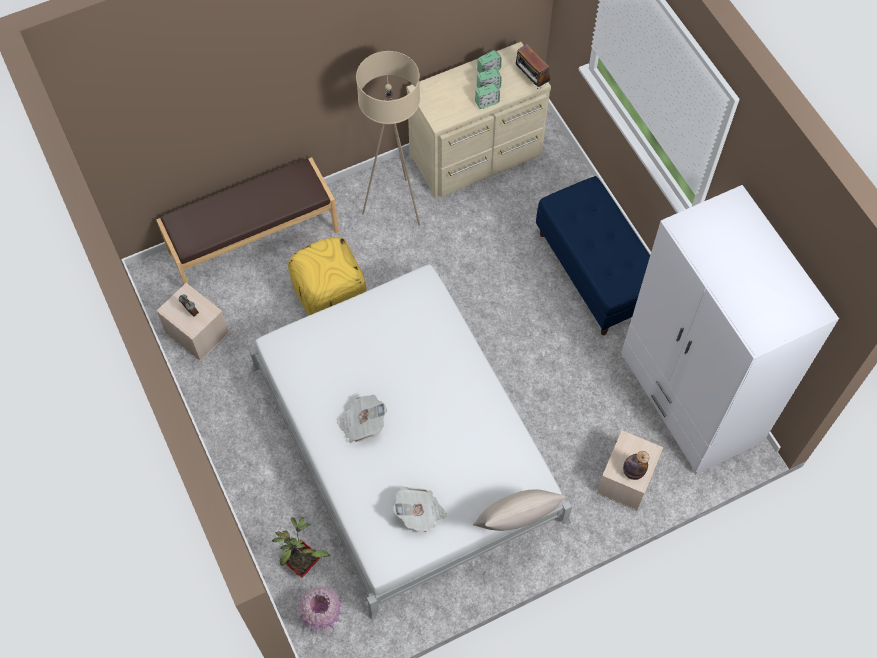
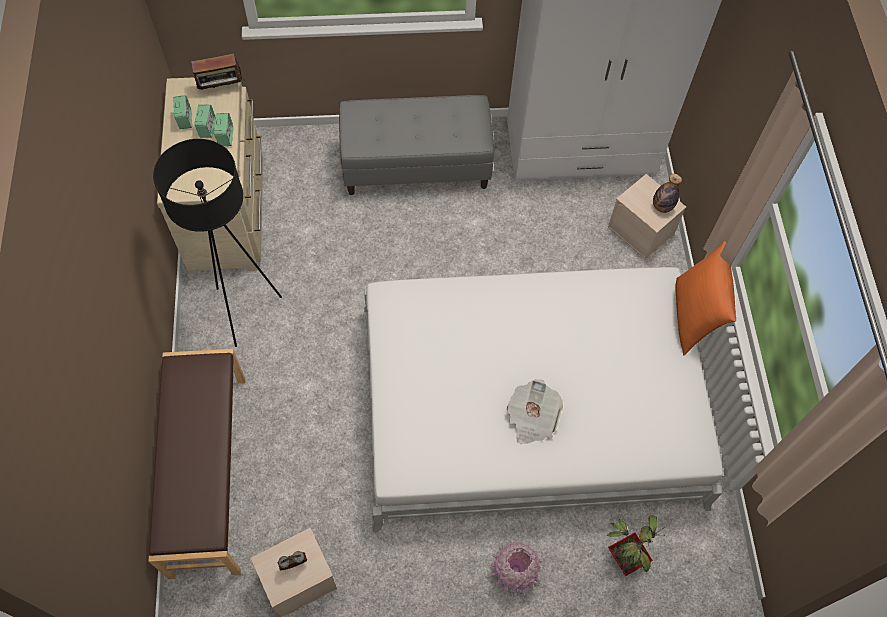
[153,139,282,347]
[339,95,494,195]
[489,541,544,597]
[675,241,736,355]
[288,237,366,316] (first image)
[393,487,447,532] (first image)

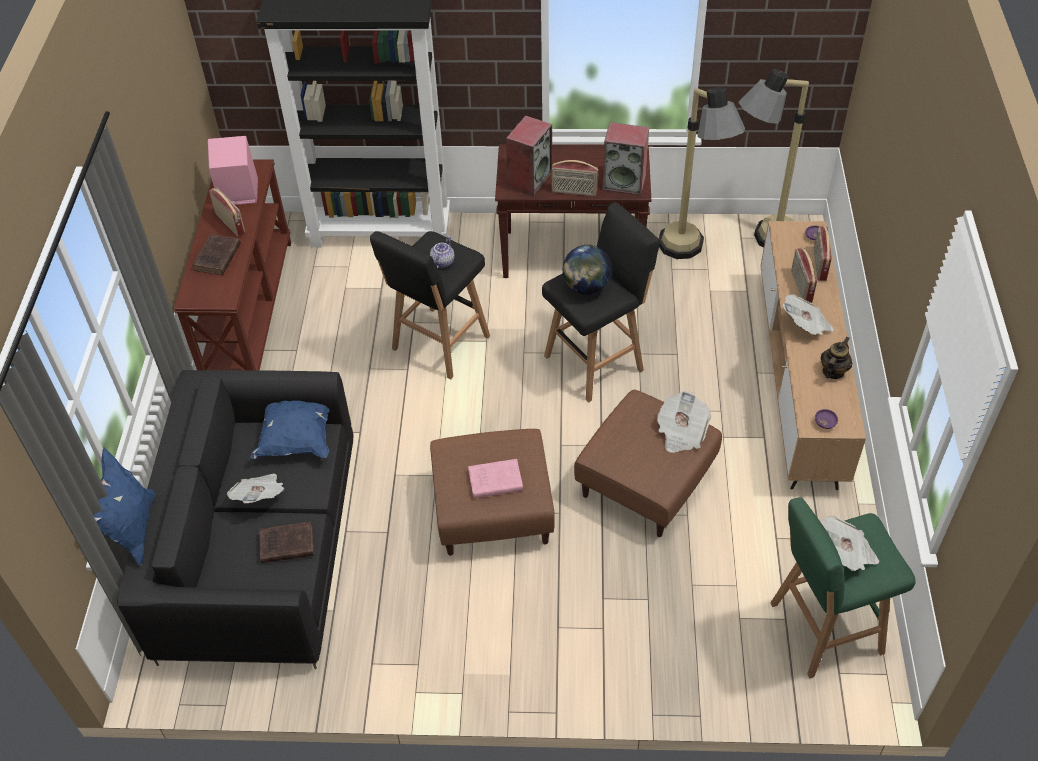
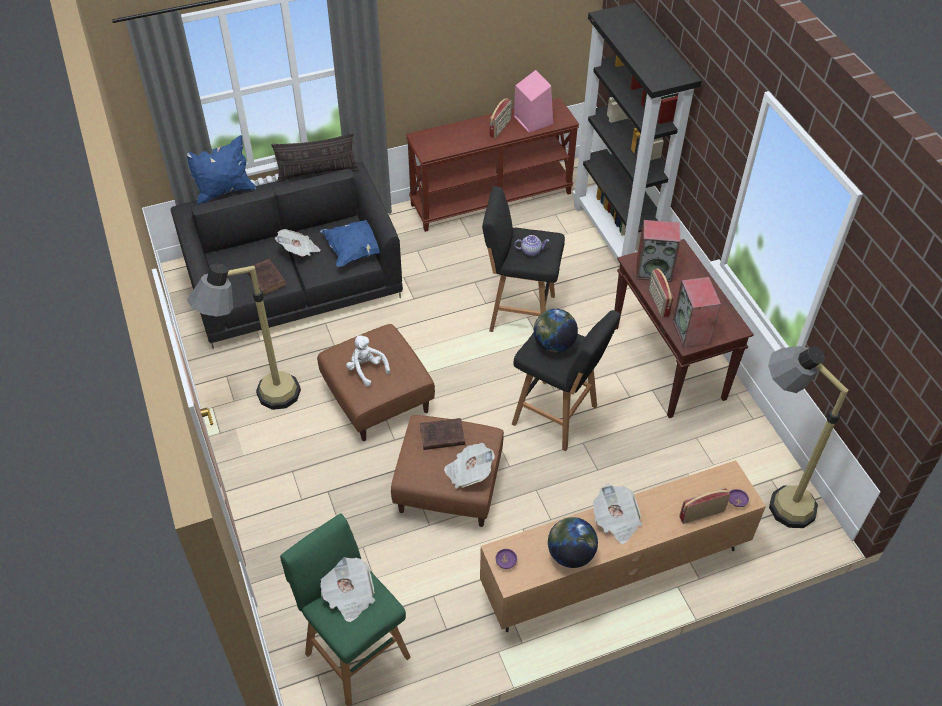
[187,263,301,410]
[271,133,359,182]
[346,335,390,387]
[420,418,465,450]
[548,517,598,568]
[791,248,817,303] (first image)

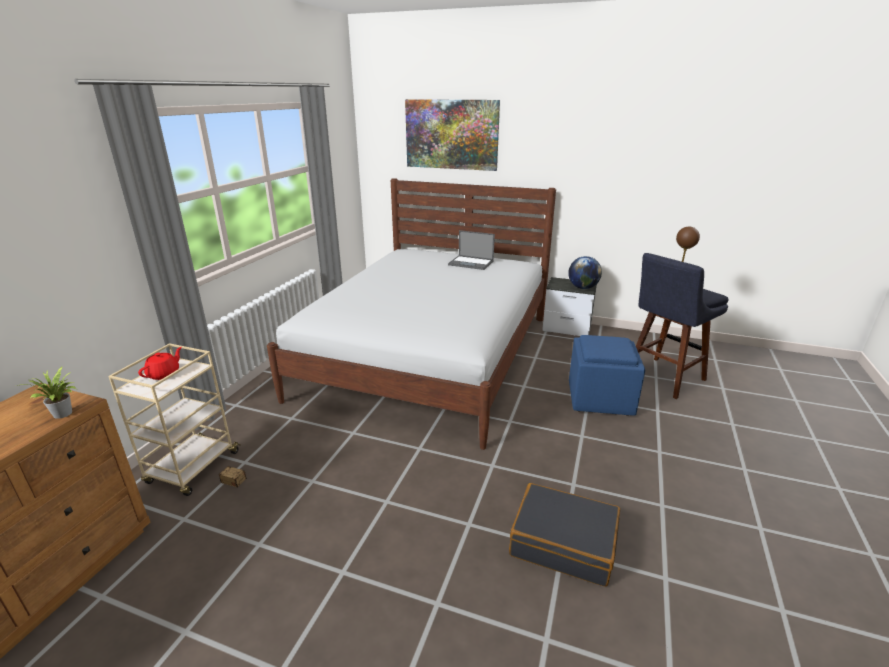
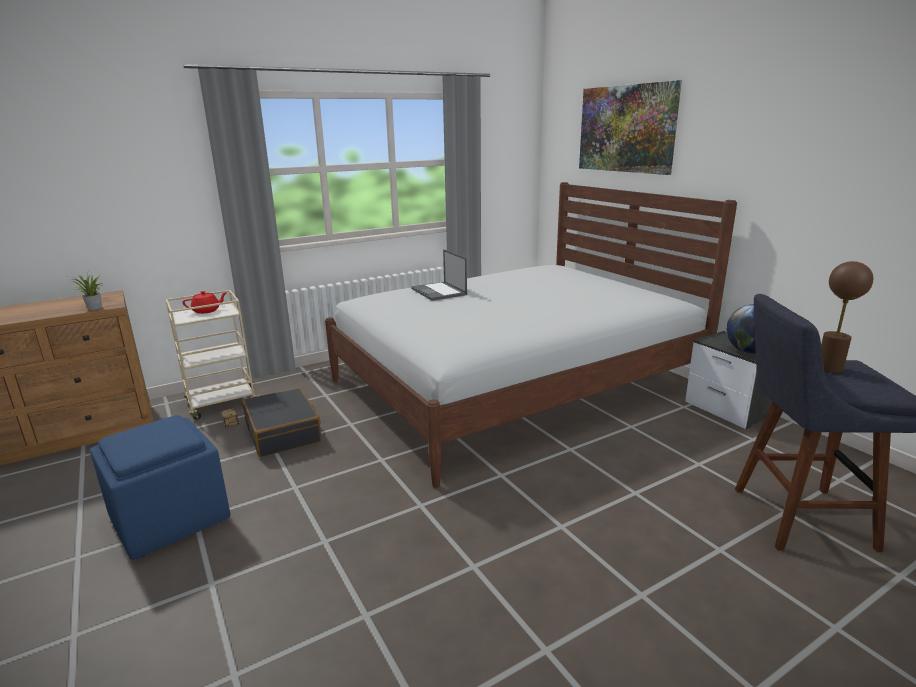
[90,415,231,560]
[242,388,322,457]
[411,249,467,301]

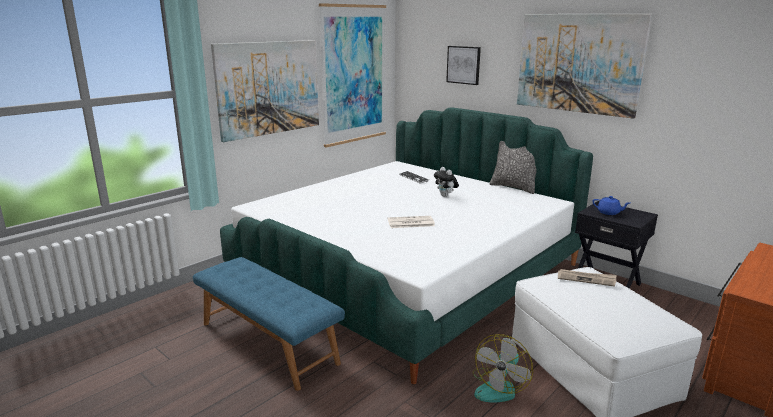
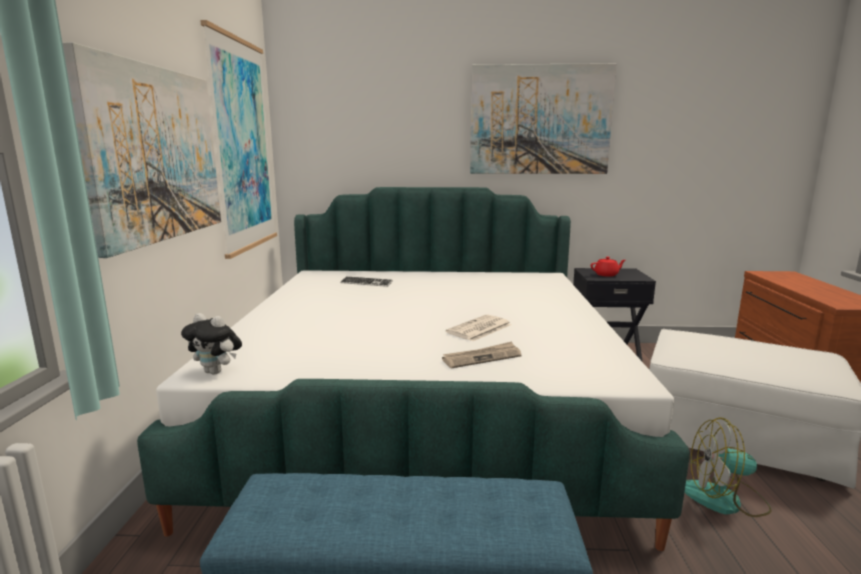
[181,313,242,375]
[442,341,521,368]
[591,257,625,277]
[684,418,772,517]
[446,46,481,85] (first image)
[489,141,536,194] (first image)

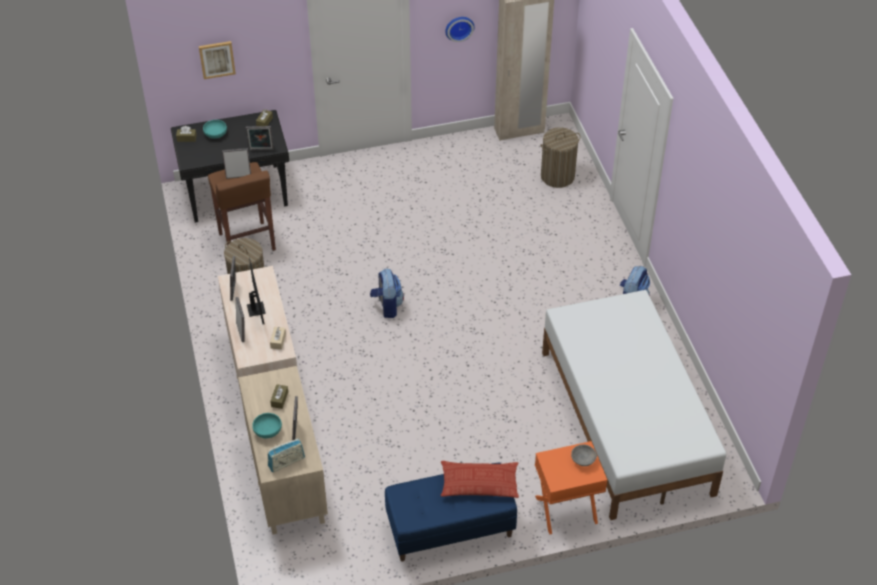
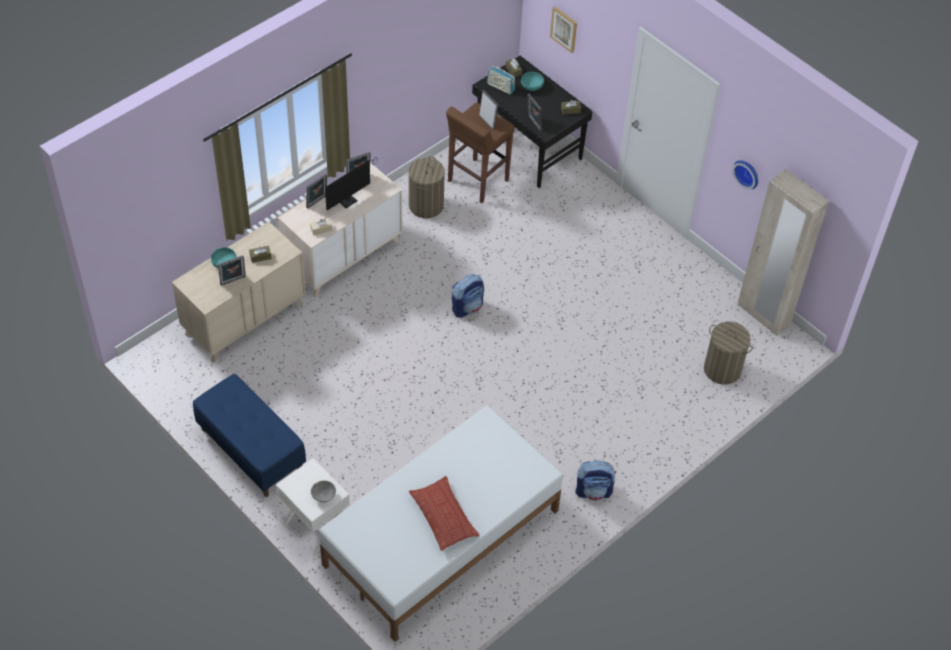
[276,458,350,557]
[409,476,480,551]
[487,66,515,94]

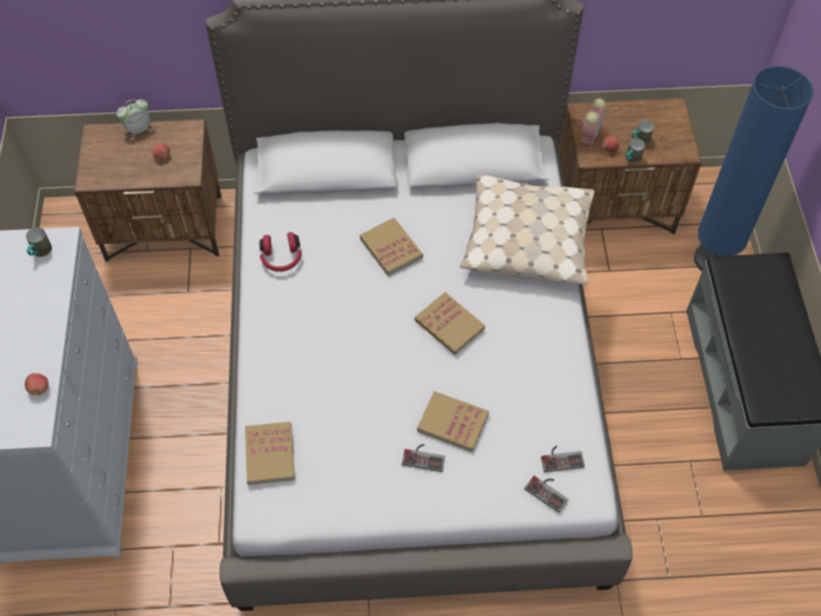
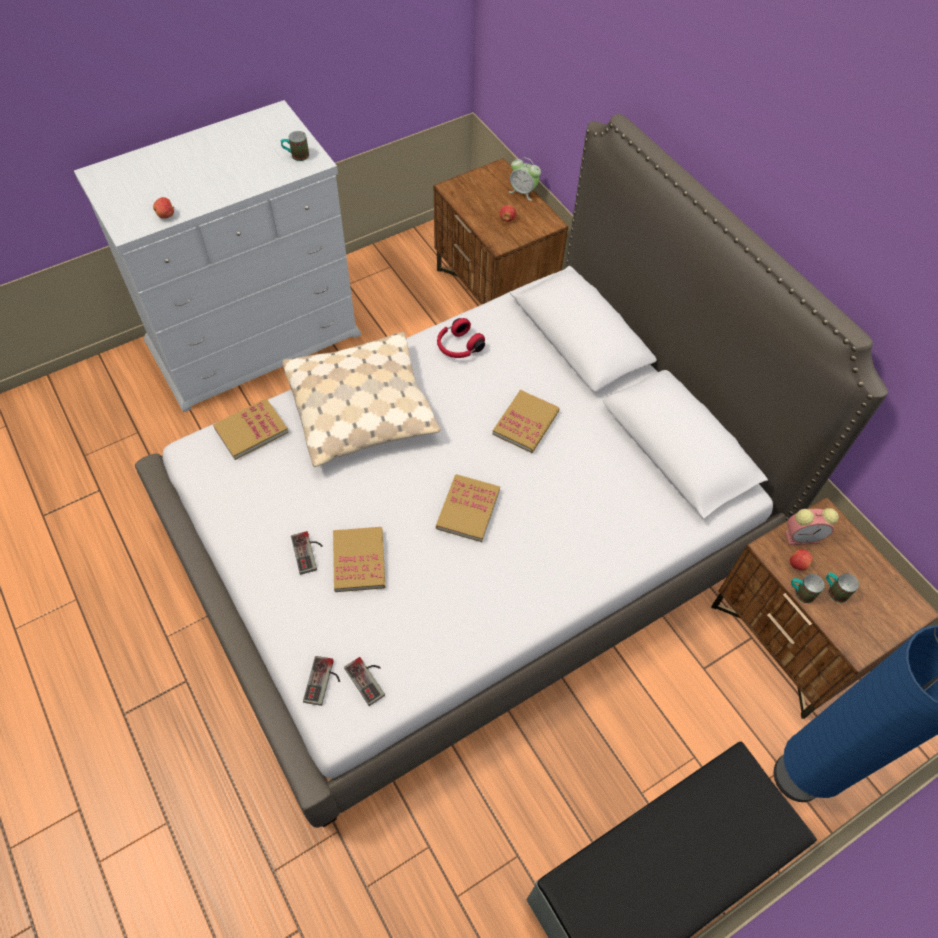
[283,332,441,467]

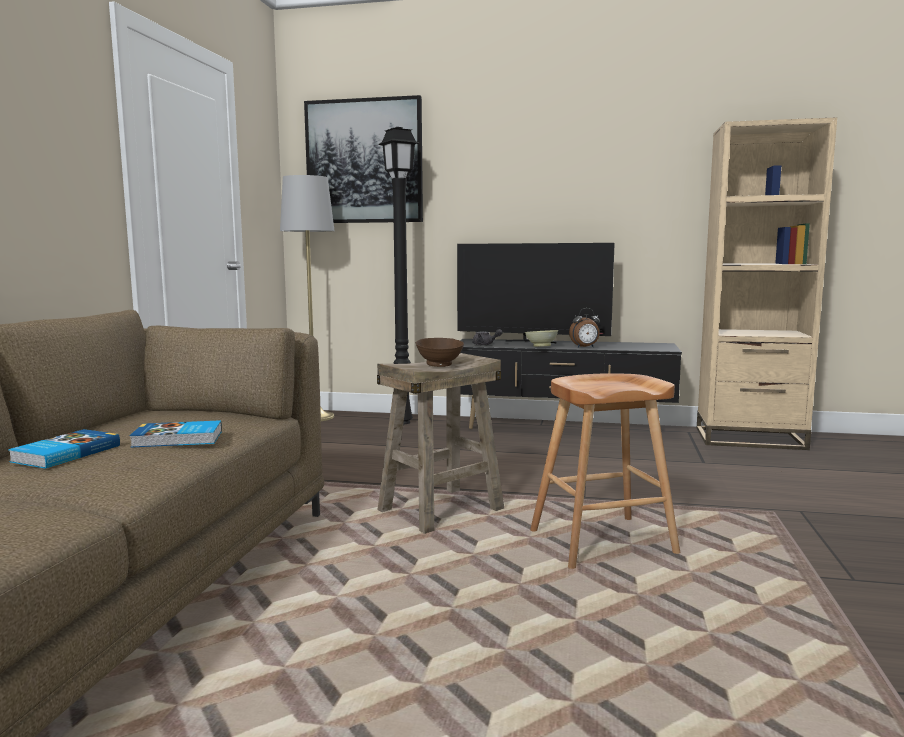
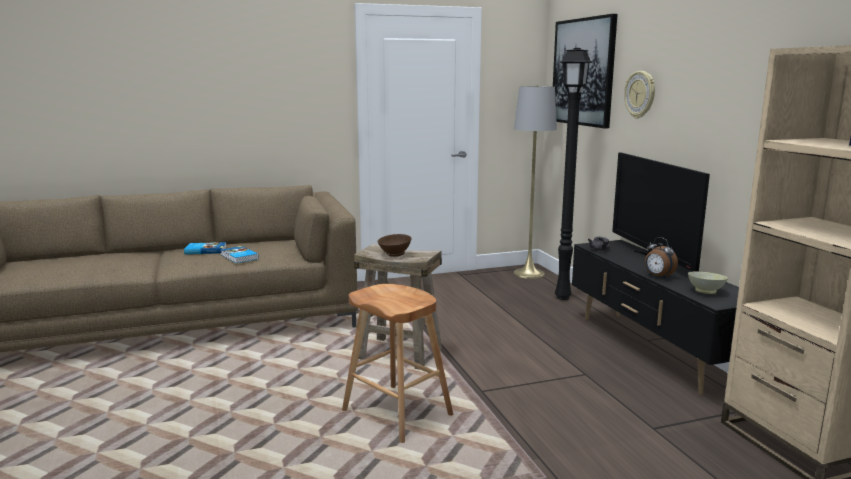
[624,71,655,118]
[688,271,728,294]

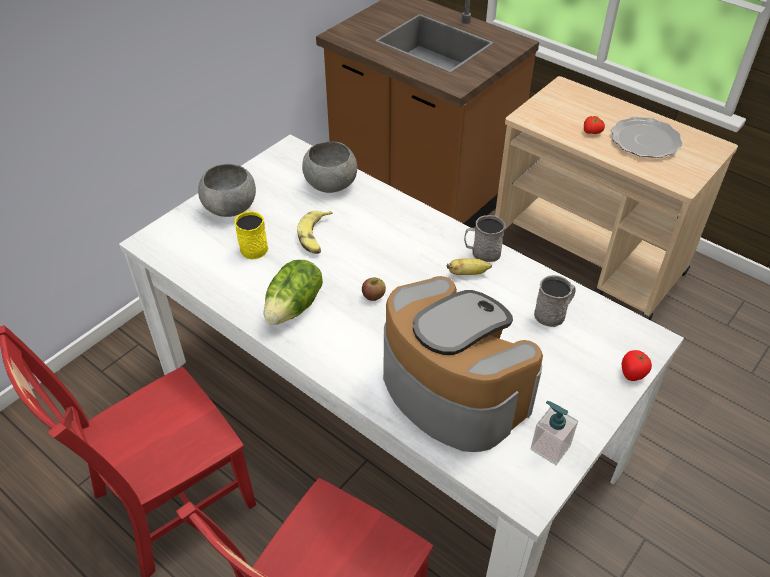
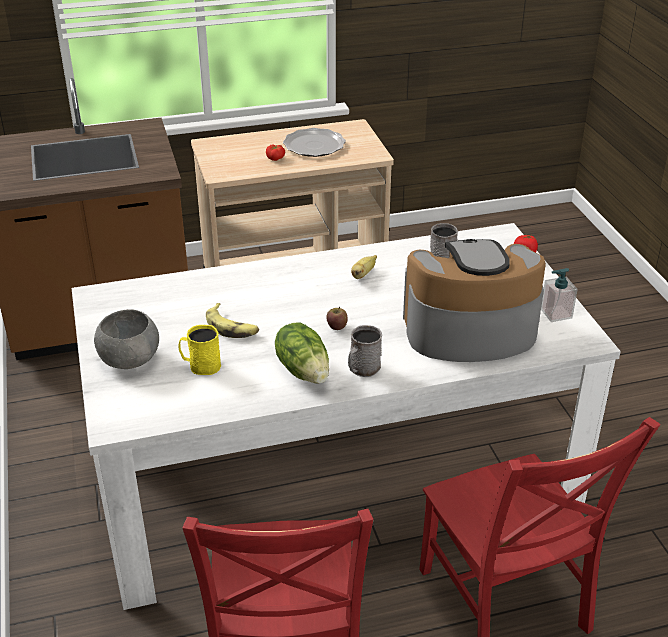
[348,325,382,377]
[302,141,357,193] (first image)

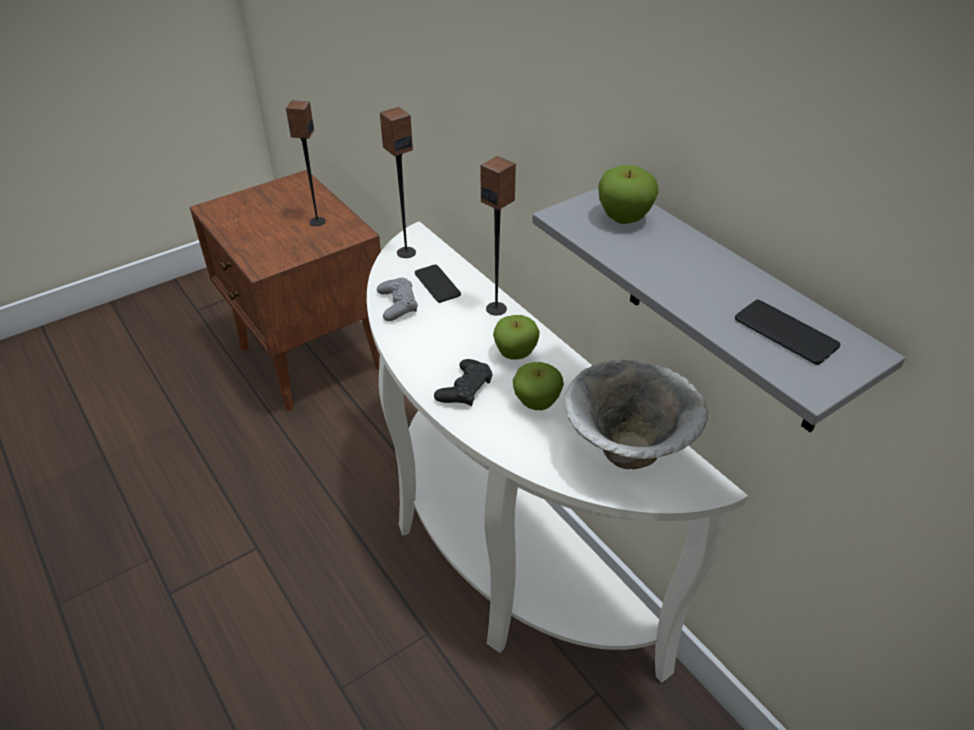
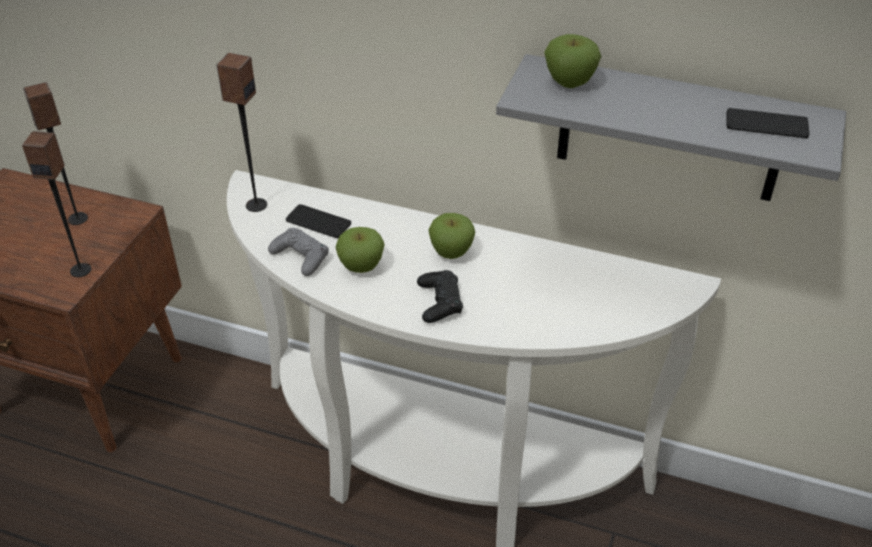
[22,131,92,277]
[336,227,385,273]
[564,360,708,469] (first image)

